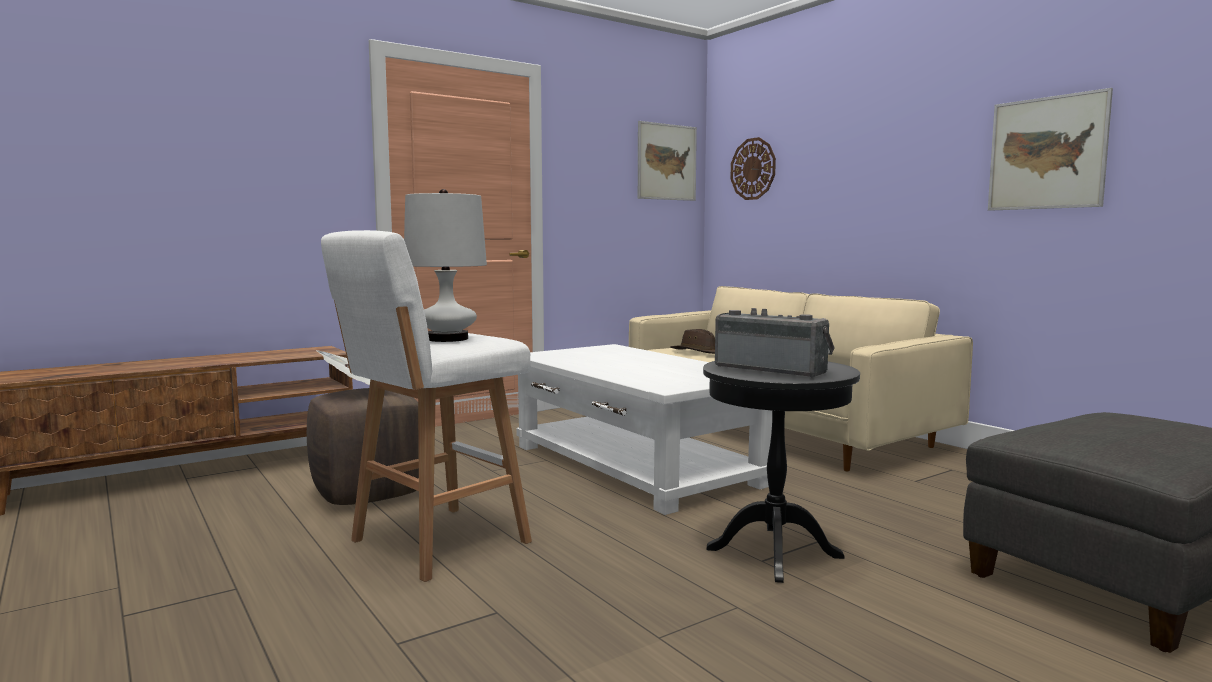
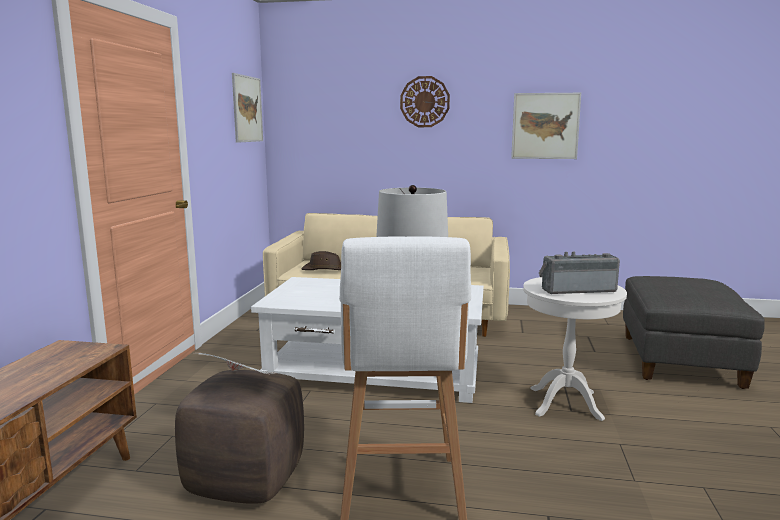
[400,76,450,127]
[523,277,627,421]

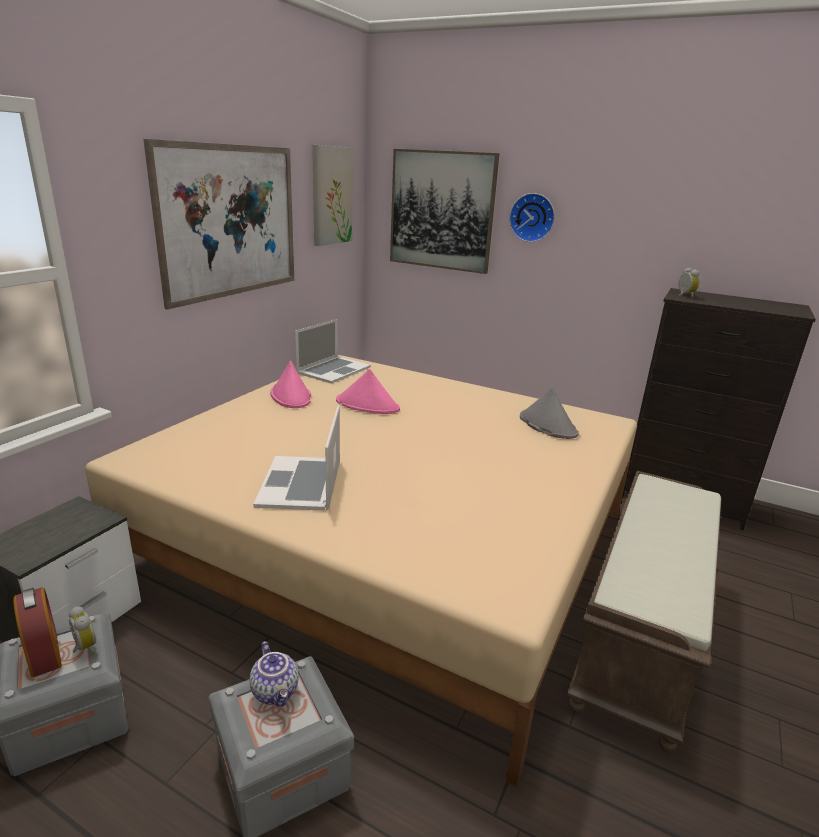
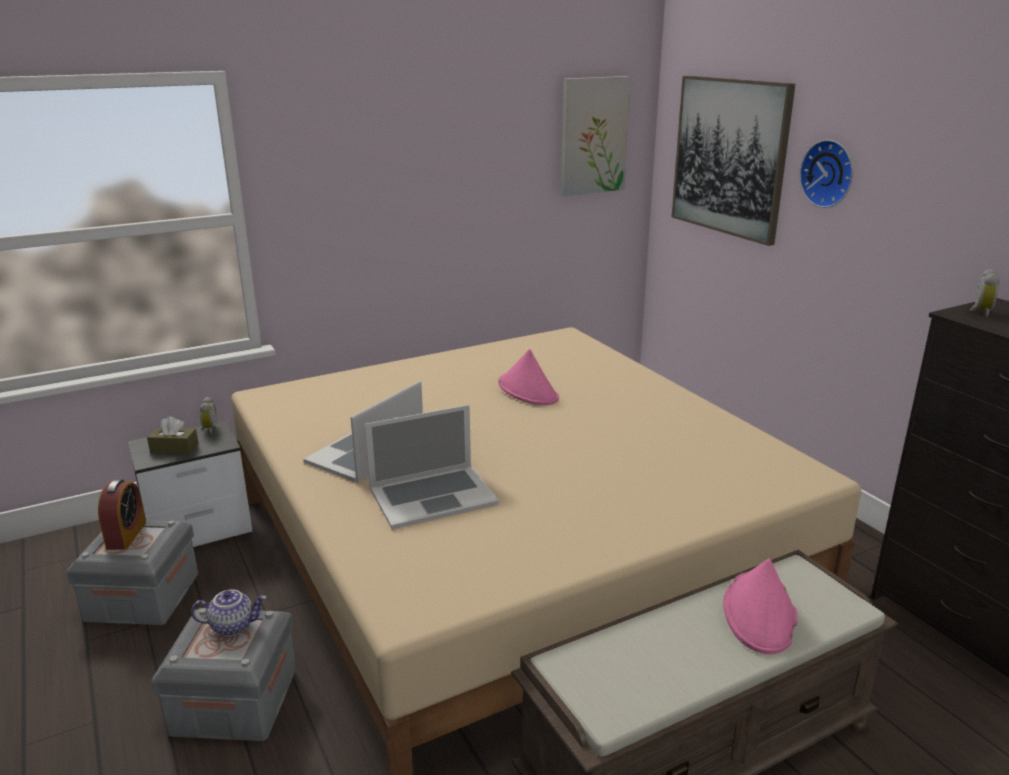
[147,416,199,454]
[191,590,266,636]
[200,397,217,434]
[365,405,499,529]
[723,558,798,654]
[143,139,294,310] (first image)
[520,388,579,439] (first image)

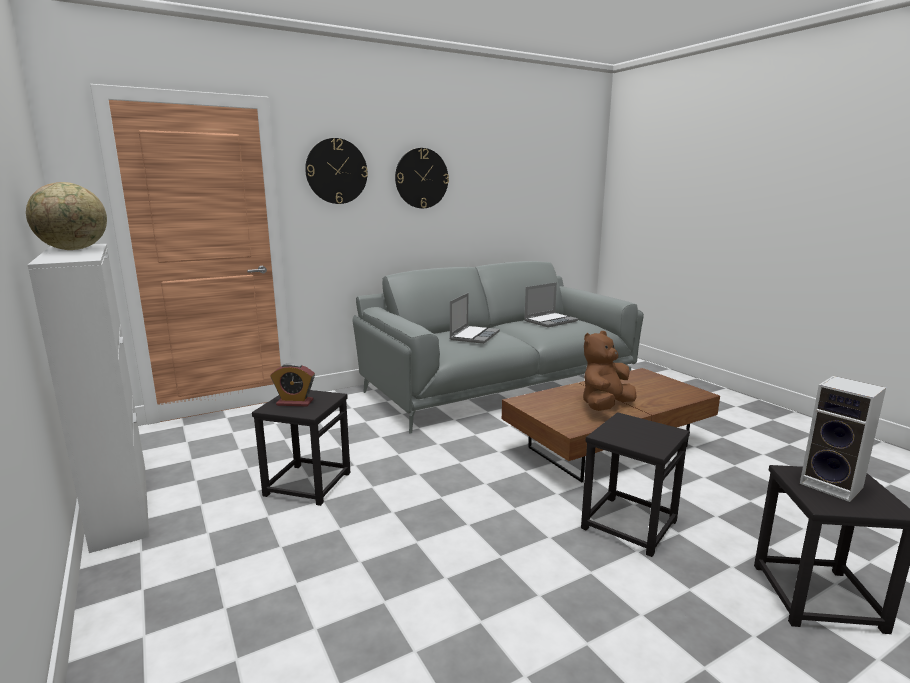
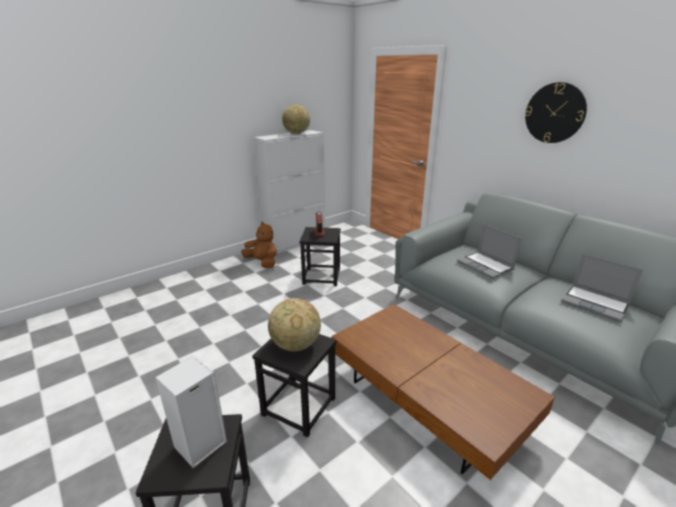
[241,222,277,268]
[268,298,321,351]
[457,224,521,279]
[305,138,368,204] (first image)

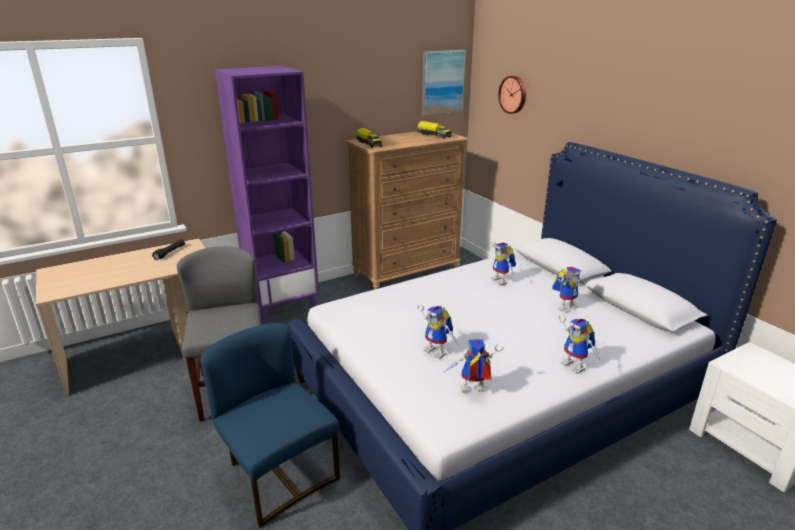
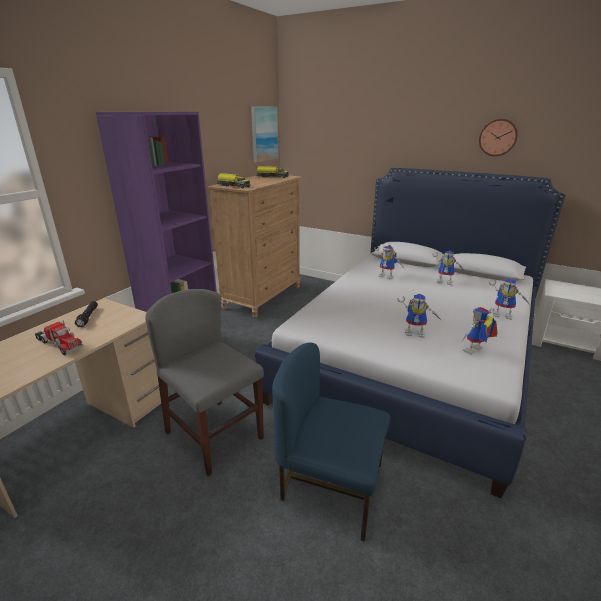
[34,320,83,355]
[432,251,466,285]
[479,119,518,156]

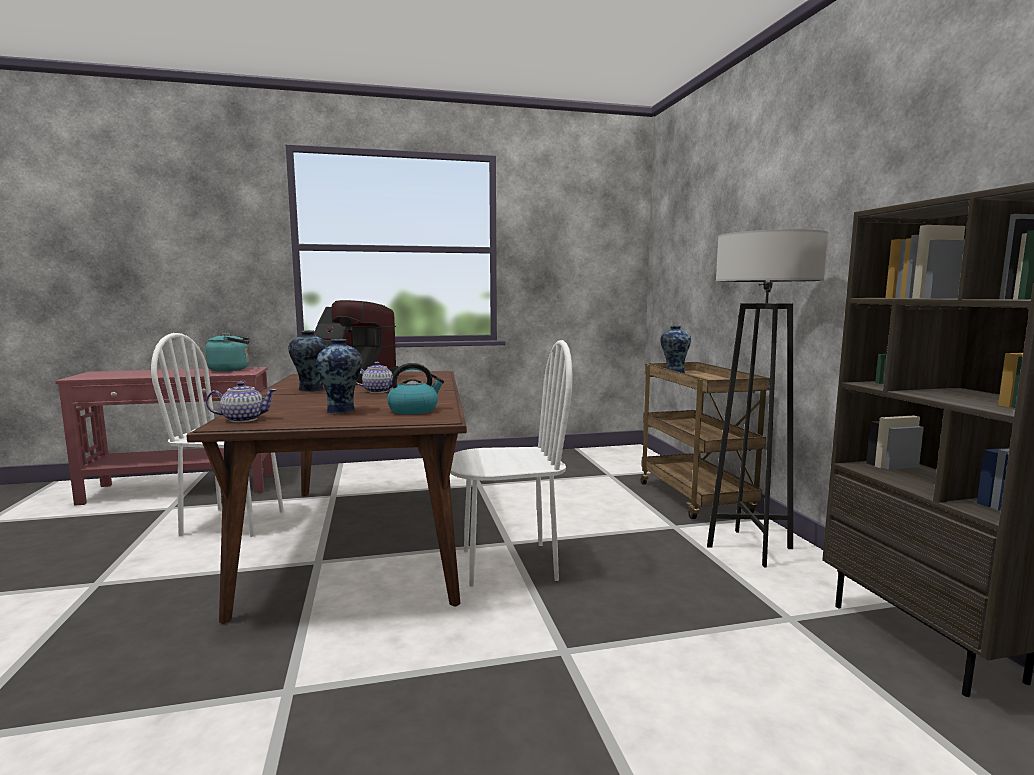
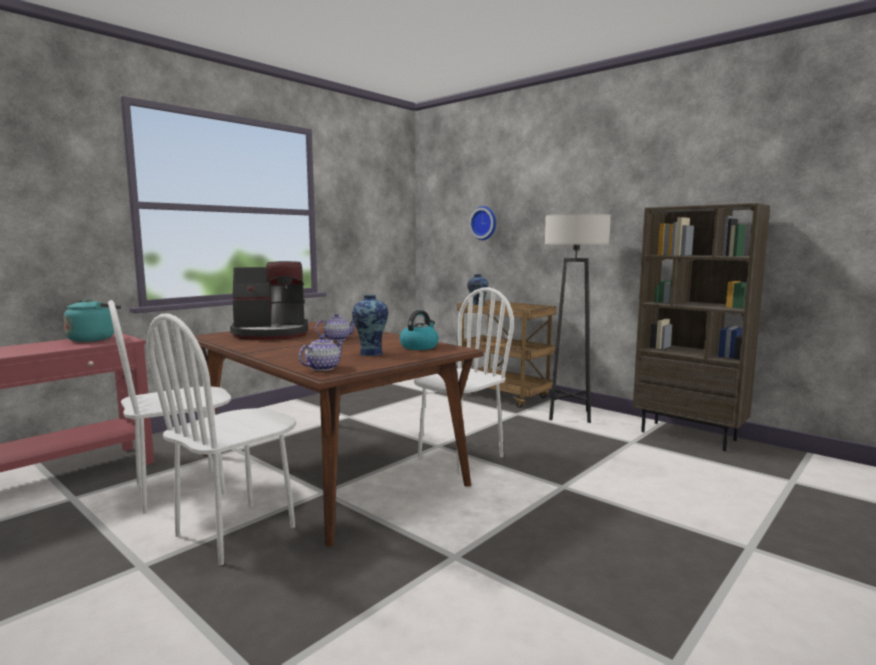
[147,313,296,565]
[469,206,496,240]
[288,330,328,392] (first image)

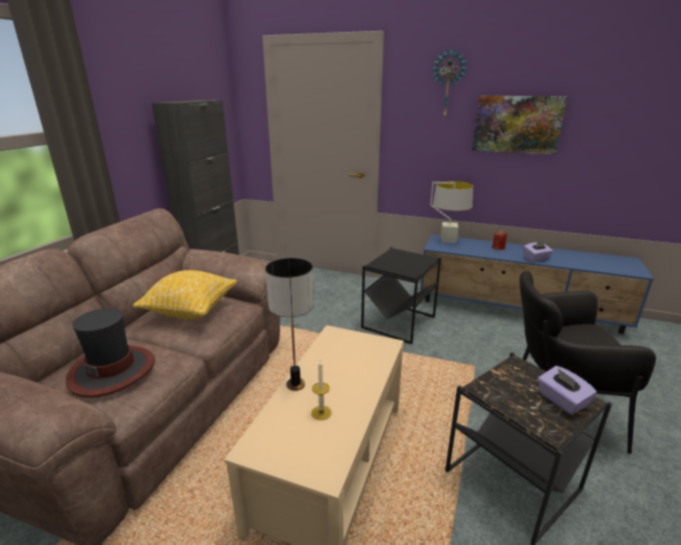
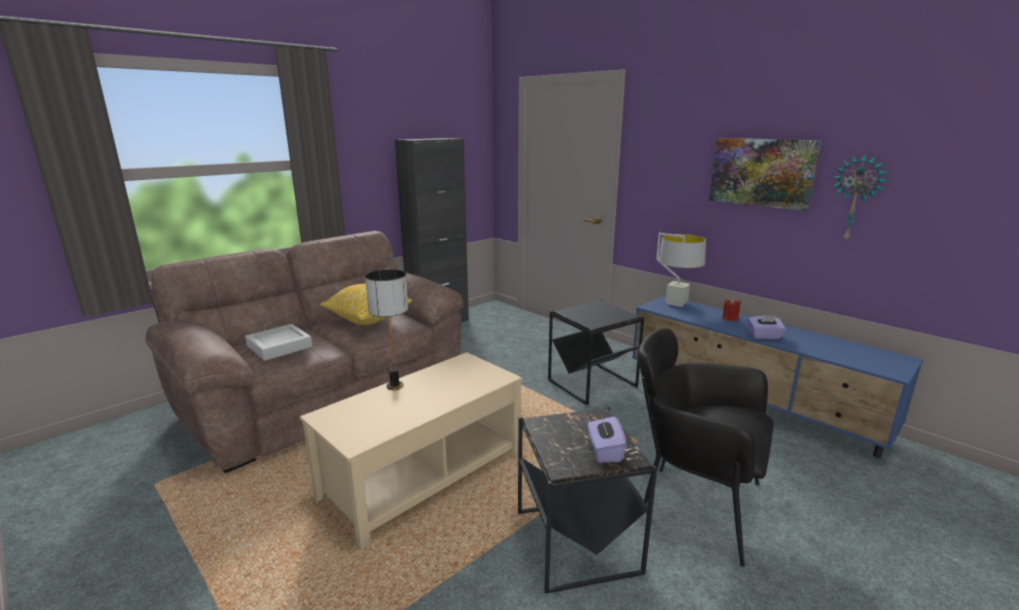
[245,324,312,361]
[832,154,888,242]
[311,360,331,420] (first image)

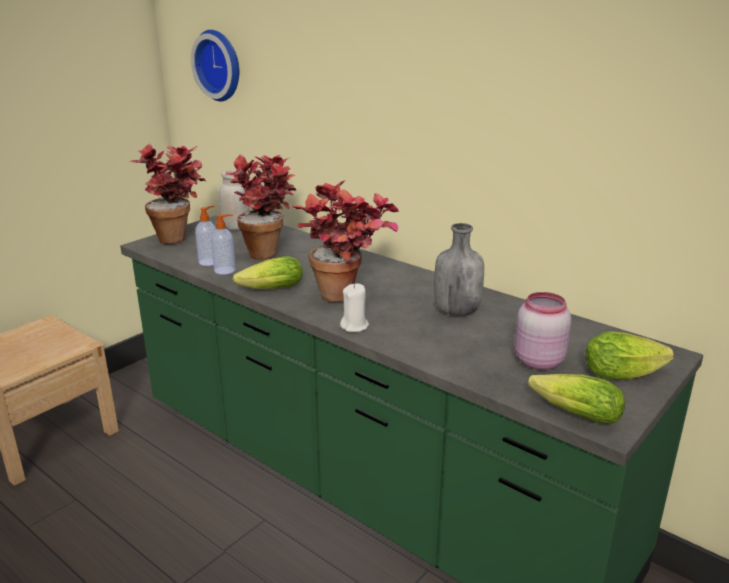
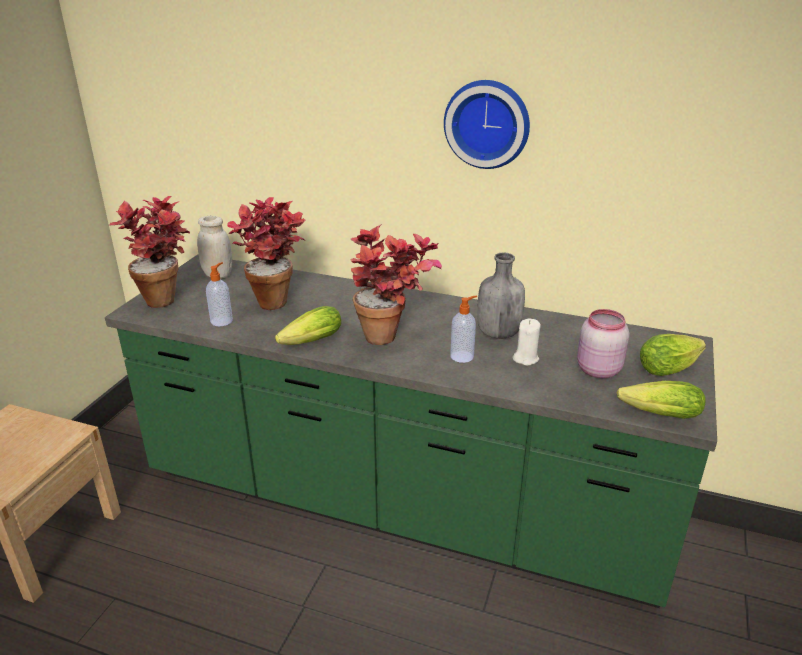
[444,80,530,169]
[450,296,477,363]
[513,318,541,366]

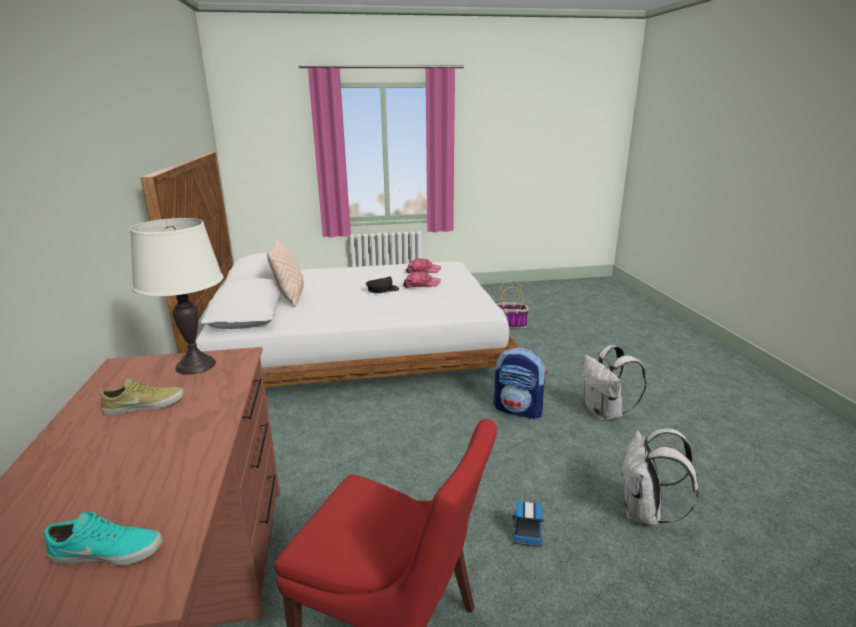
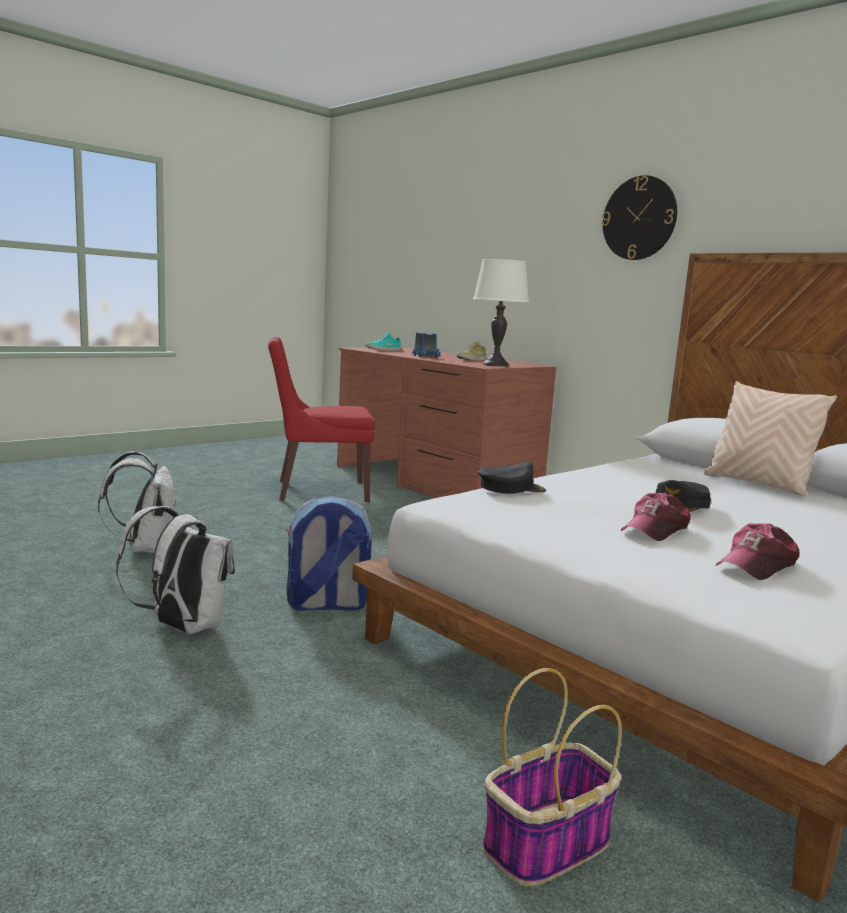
[412,332,441,357]
[478,462,546,494]
[602,175,677,260]

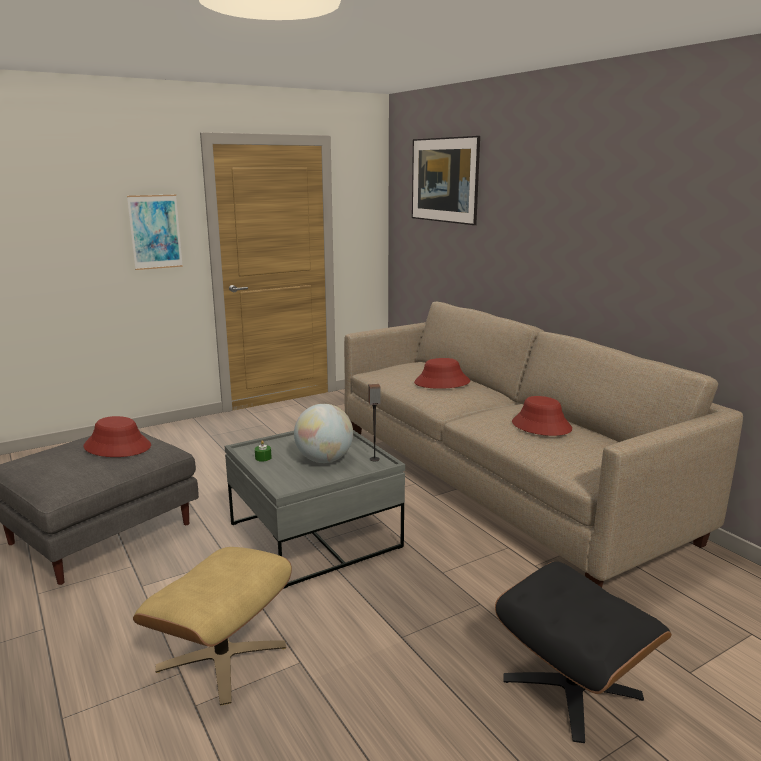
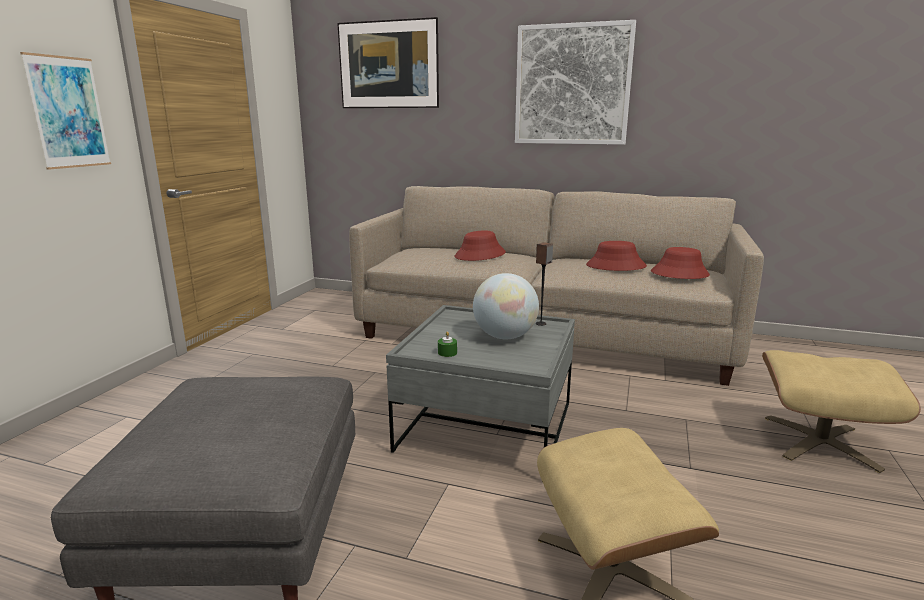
[515,20,636,145]
[651,247,710,279]
[762,350,921,473]

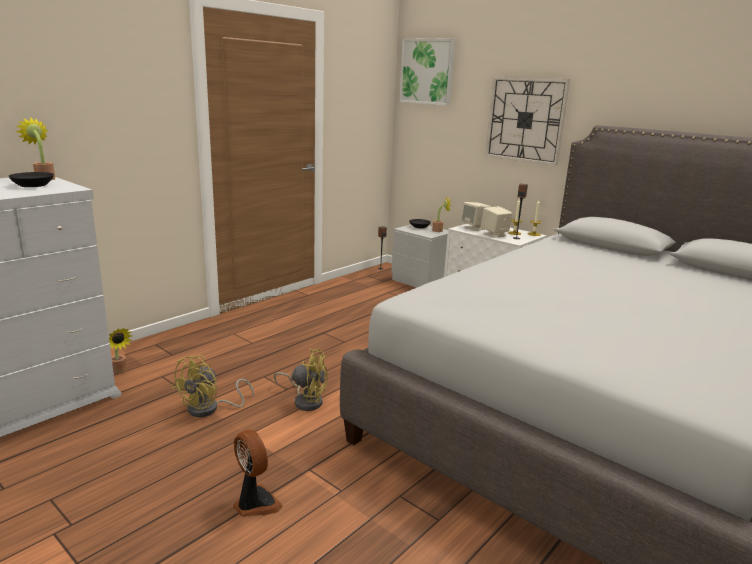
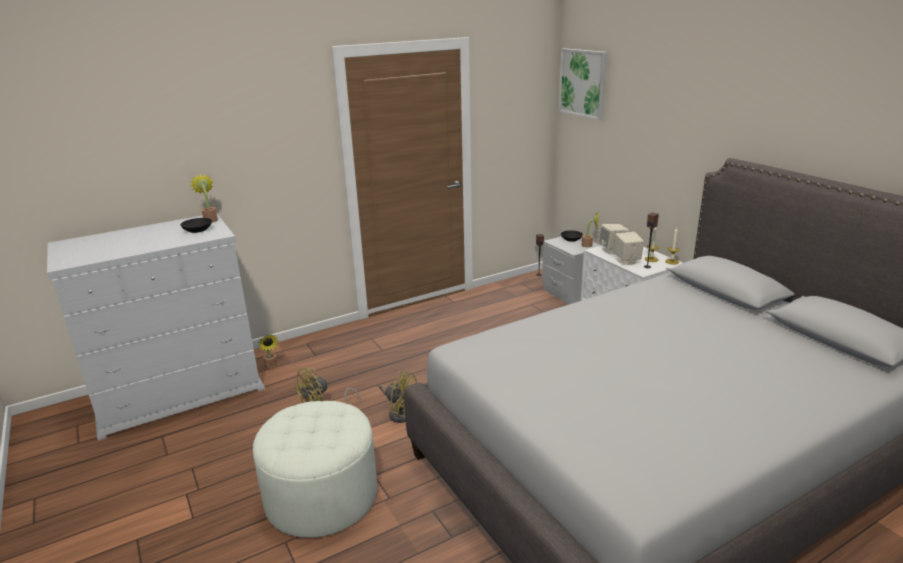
[253,401,377,538]
[485,77,570,166] (first image)

